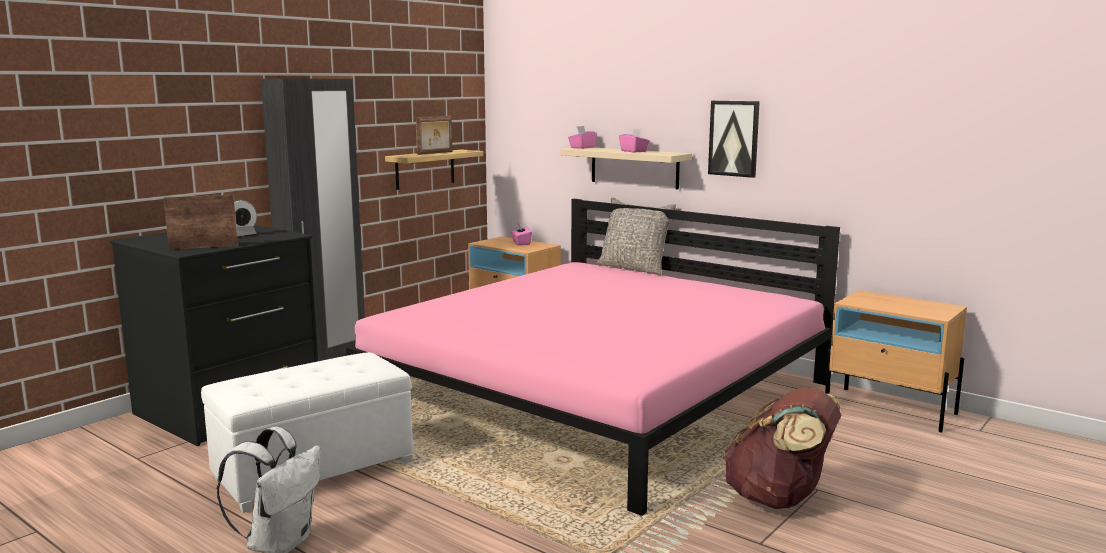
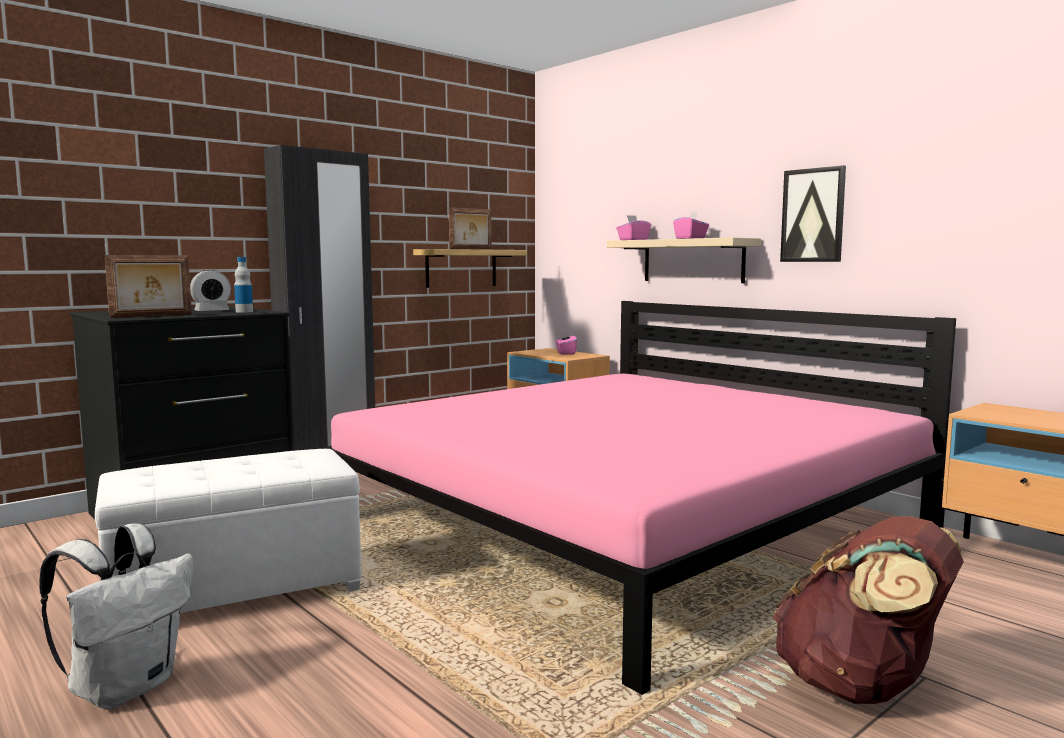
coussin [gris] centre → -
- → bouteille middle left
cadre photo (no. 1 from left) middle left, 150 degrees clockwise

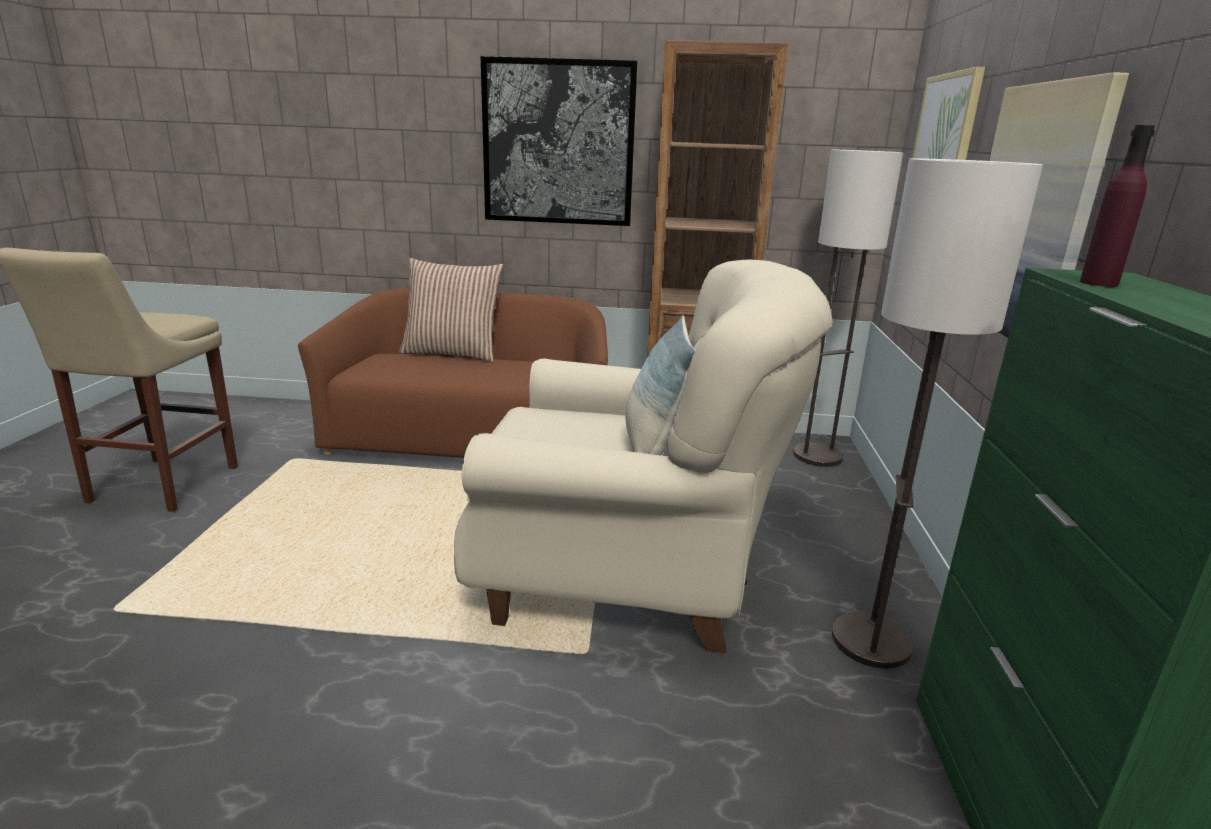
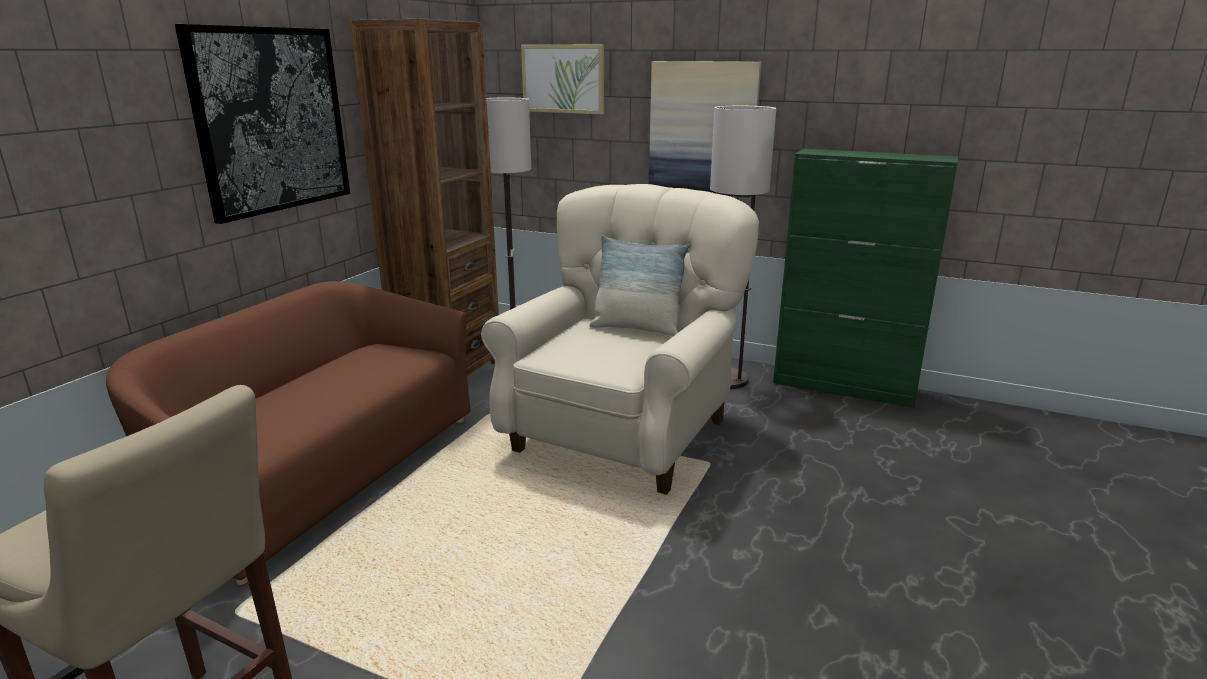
coussin (no. 1 from left) centre → -
bouteille [violet] top right → -

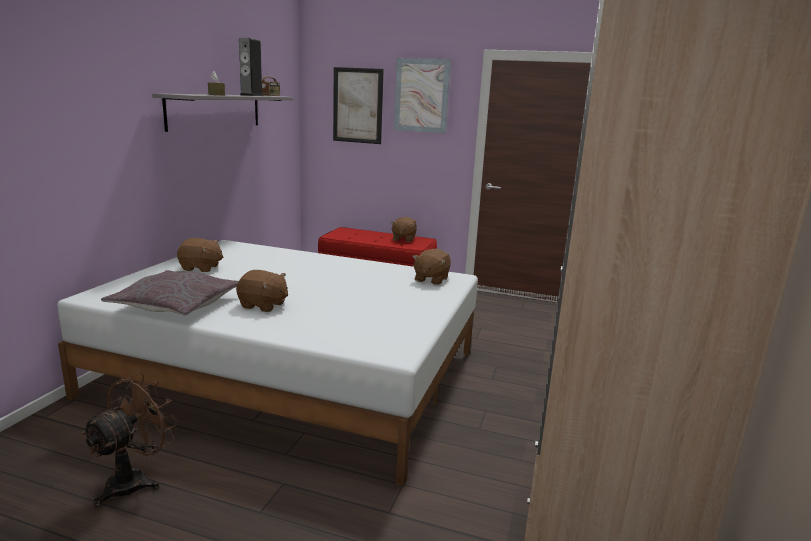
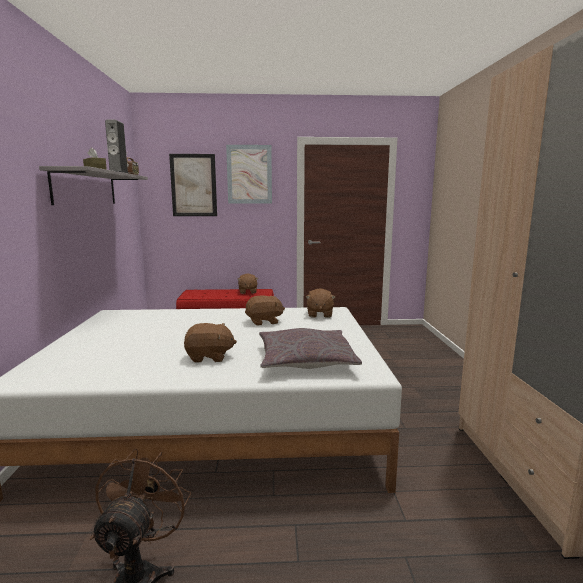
coussin [gris] middle left → coussin [gris] centre, relocated
peluche [marron] (no. 1 from left in the first image) middle left → peluche [marron] (no. 3 from left) centre, relocated

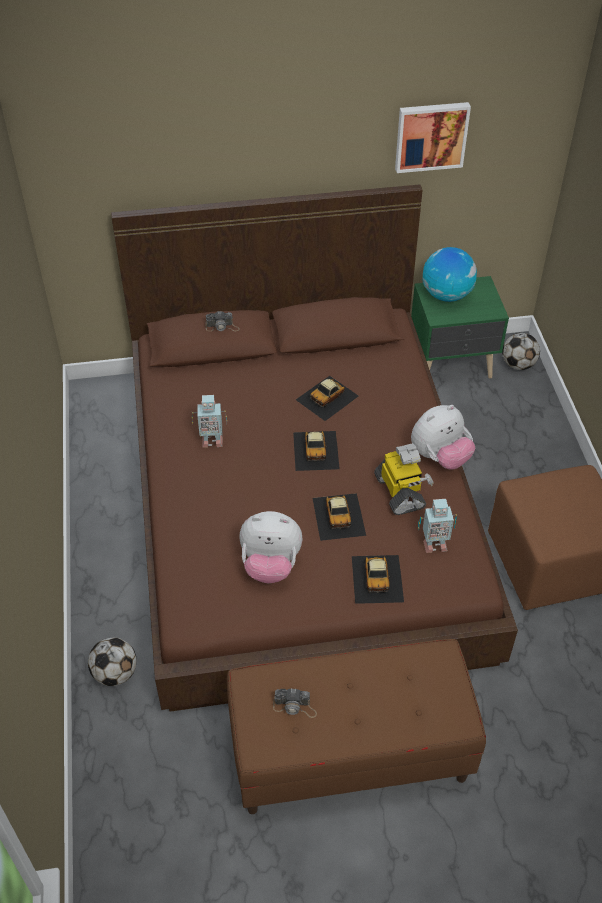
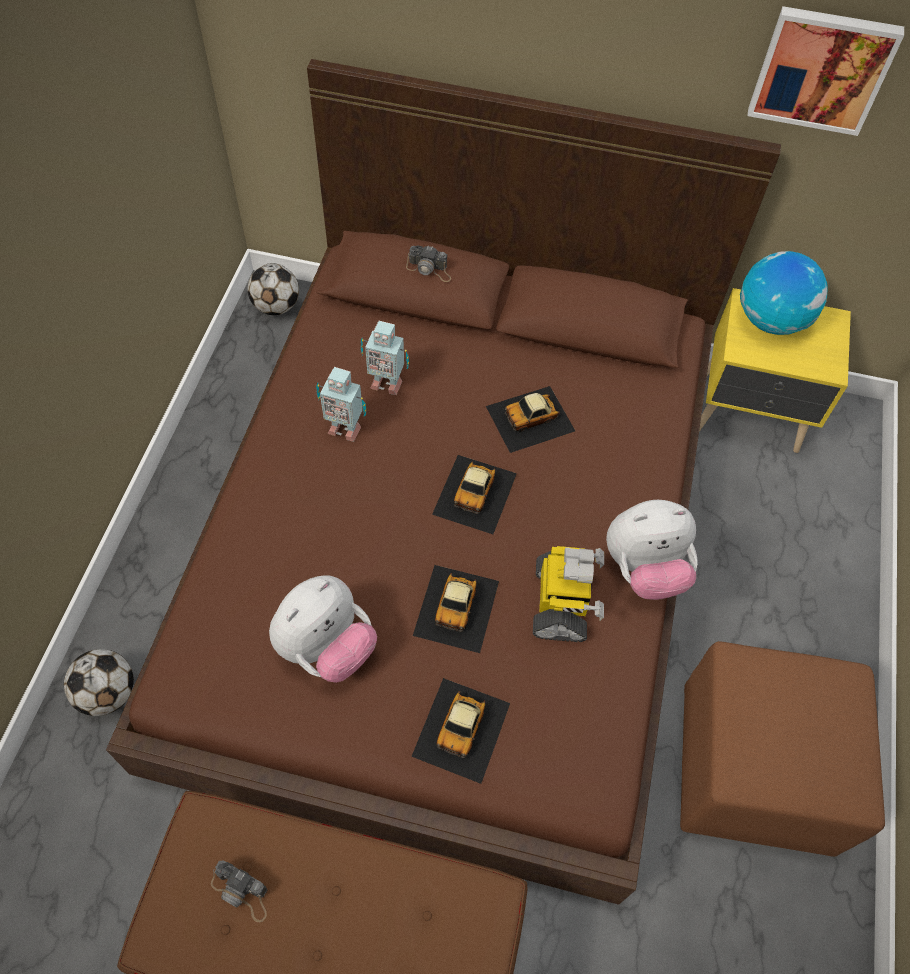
robot jouet (no. 3 from left in the first image) middle right → robot jouet (no. 2 from left) centre, relocated
ballon de foot (no. 2 from left) middle right → ballon de foot (no. 2 from left) top left, relocated
table de chevet [vert] middle right → table de chevet [jaune] middle right
peluche (no. 1 from left) centre, 75 degrees counterclockwise

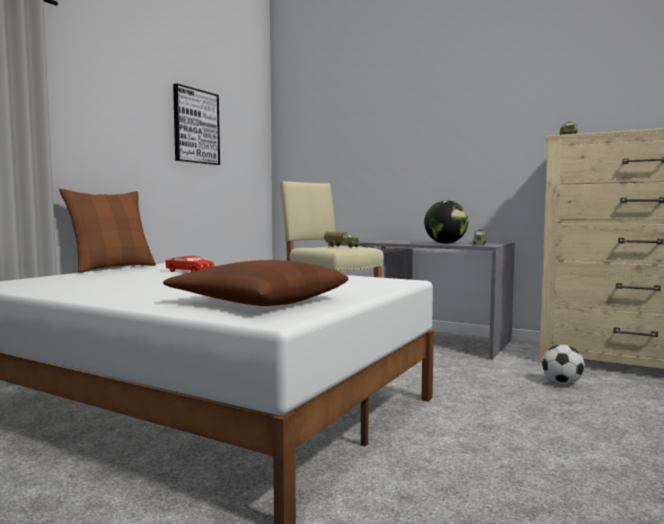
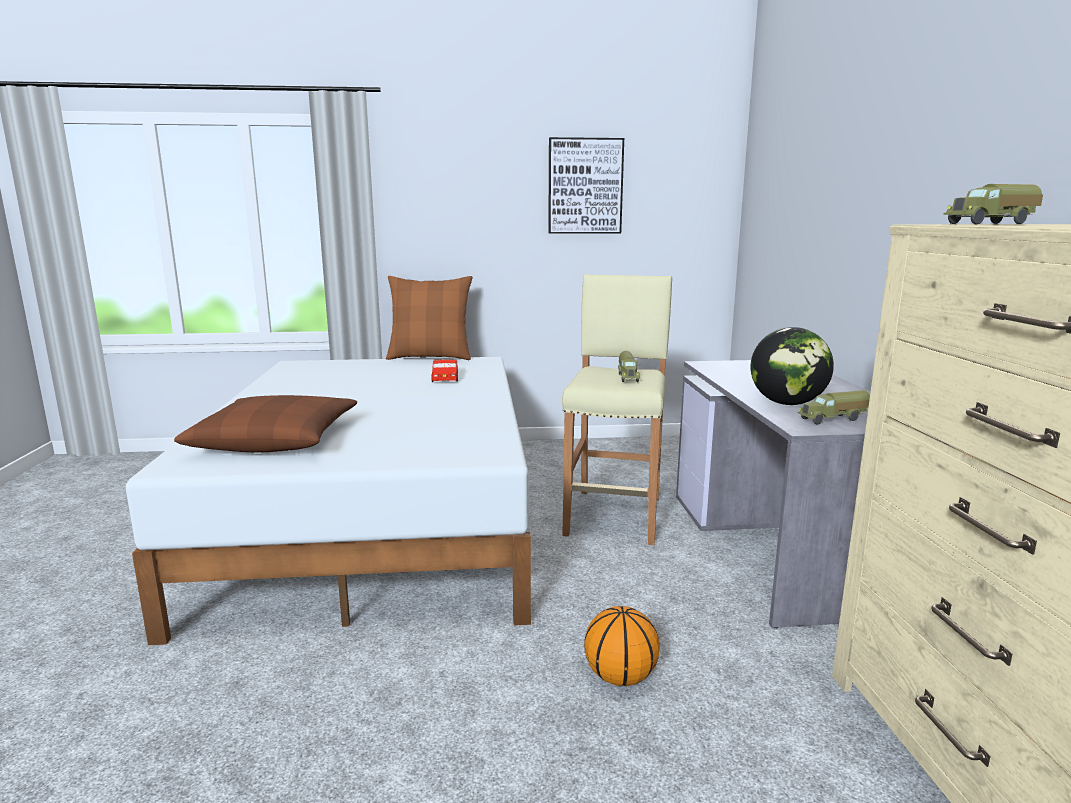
ballon de foot bottom right → -
- → ballon de basket bottom centre

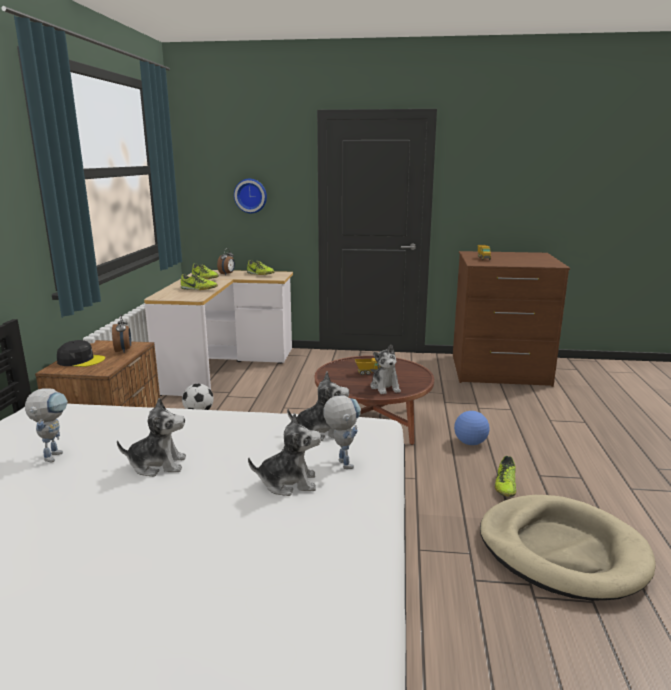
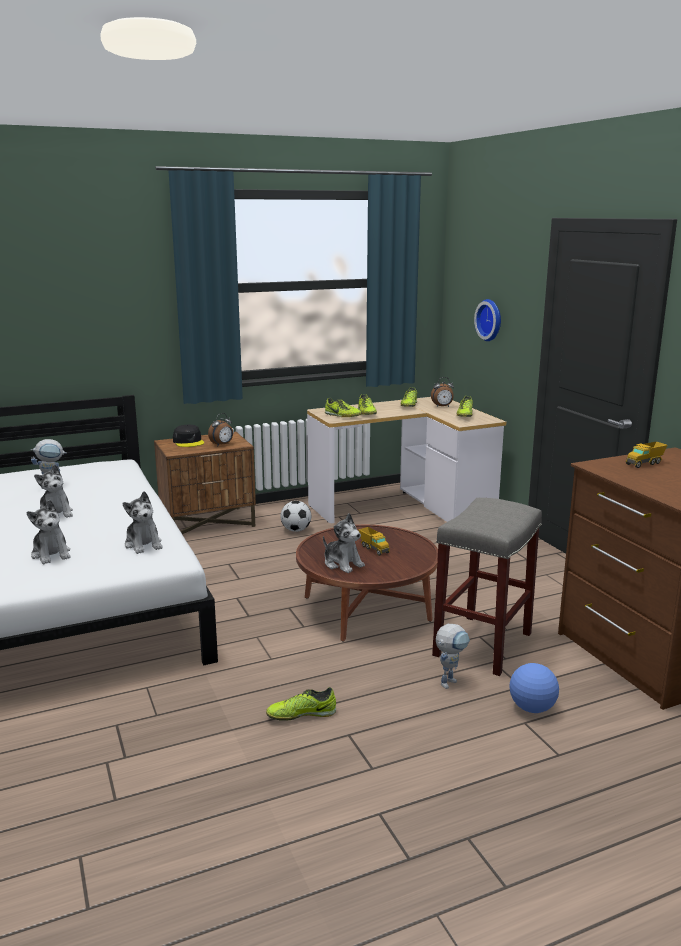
panier pour chien [beige] bottom right → -
- → chaussure (no. 2 from left) centre
- → tabouret [gris] middle right
robot jouet (no. 2 from left) centre → robot jouet (no. 2 from left) bottom centre, relocated
ballon de foot (no. 2 from left) middle right → ballon de foot (no. 2 from left) bottom right, relocated
peluche (no. 4 from left) centre, 90 degrees counterclockwise

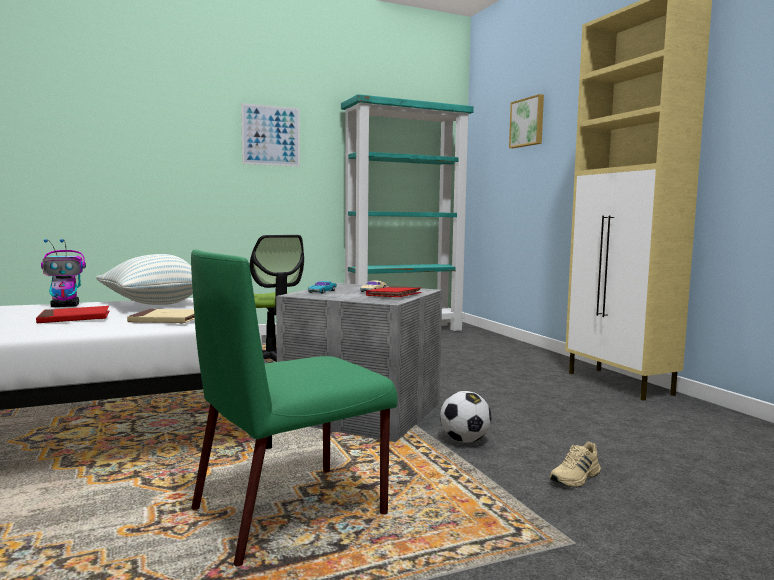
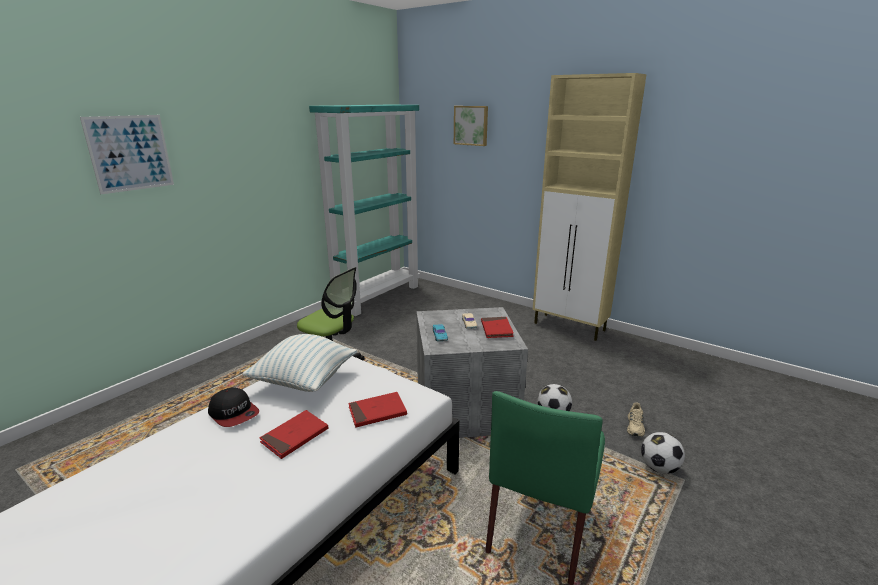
- → ballon de foot (no. 2 from left) bottom right
tableau (no. 1 from left) top centre → tableau (no. 1 from left) top left, relocated
robot jouet middle left → casquette bottom left
livre [beige] middle left → livre [rouge] (no. 2 from left) bottom centre

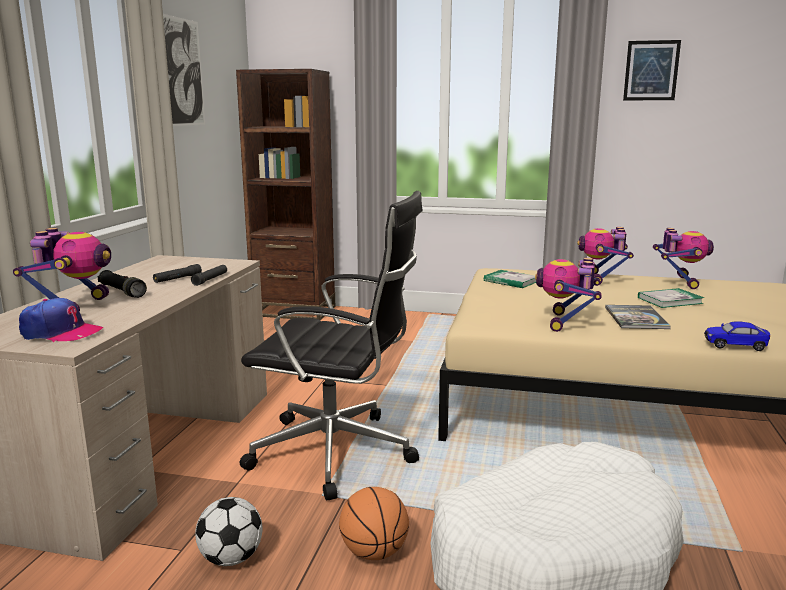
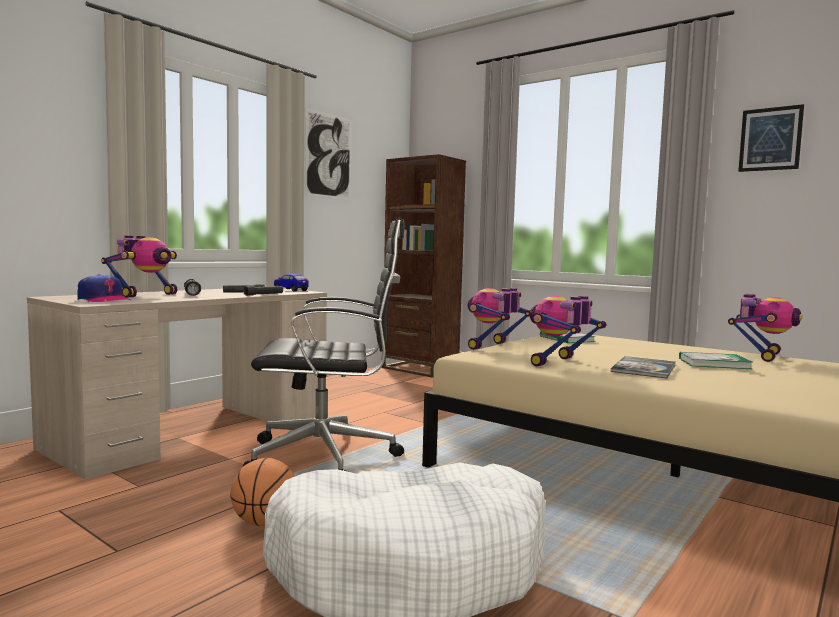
ballon de foot bottom left → -
robot jouet (no. 3 from left in the first image) middle right → robot jouet (no. 2 from left) centre, relocated
petite voiture middle right → petite voiture centre, relocated
chaise de bureau [noir] centre, 45 degrees counterclockwise

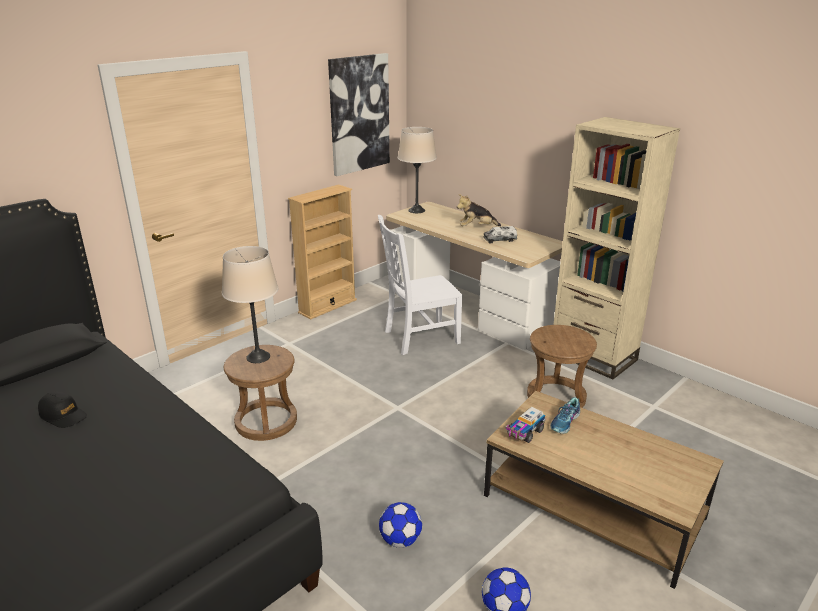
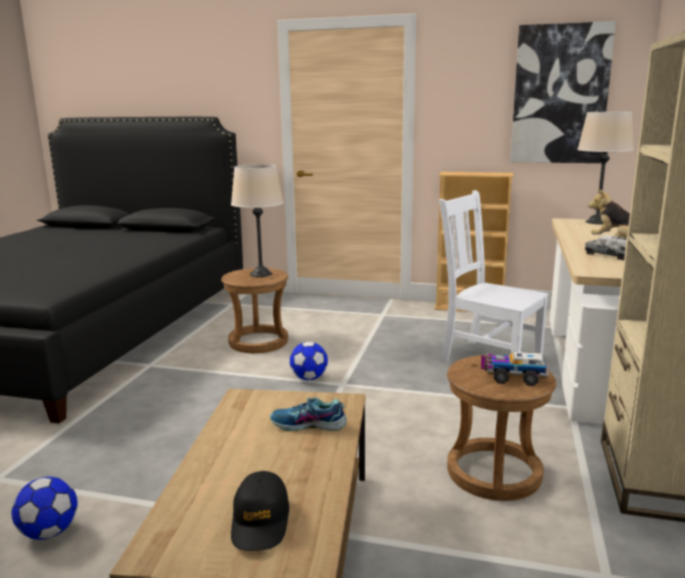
casquette [noir] bottom left → casquette [noir] bottom centre, relocated
ballon de foot (no. 1 from left in the first image) bottom centre → ballon de foot (no. 2 from left) centre, relocated
camion jouet (no. 2 from left in the first image) bottom centre → camion jouet (no. 1 from left) middle right, relocated

